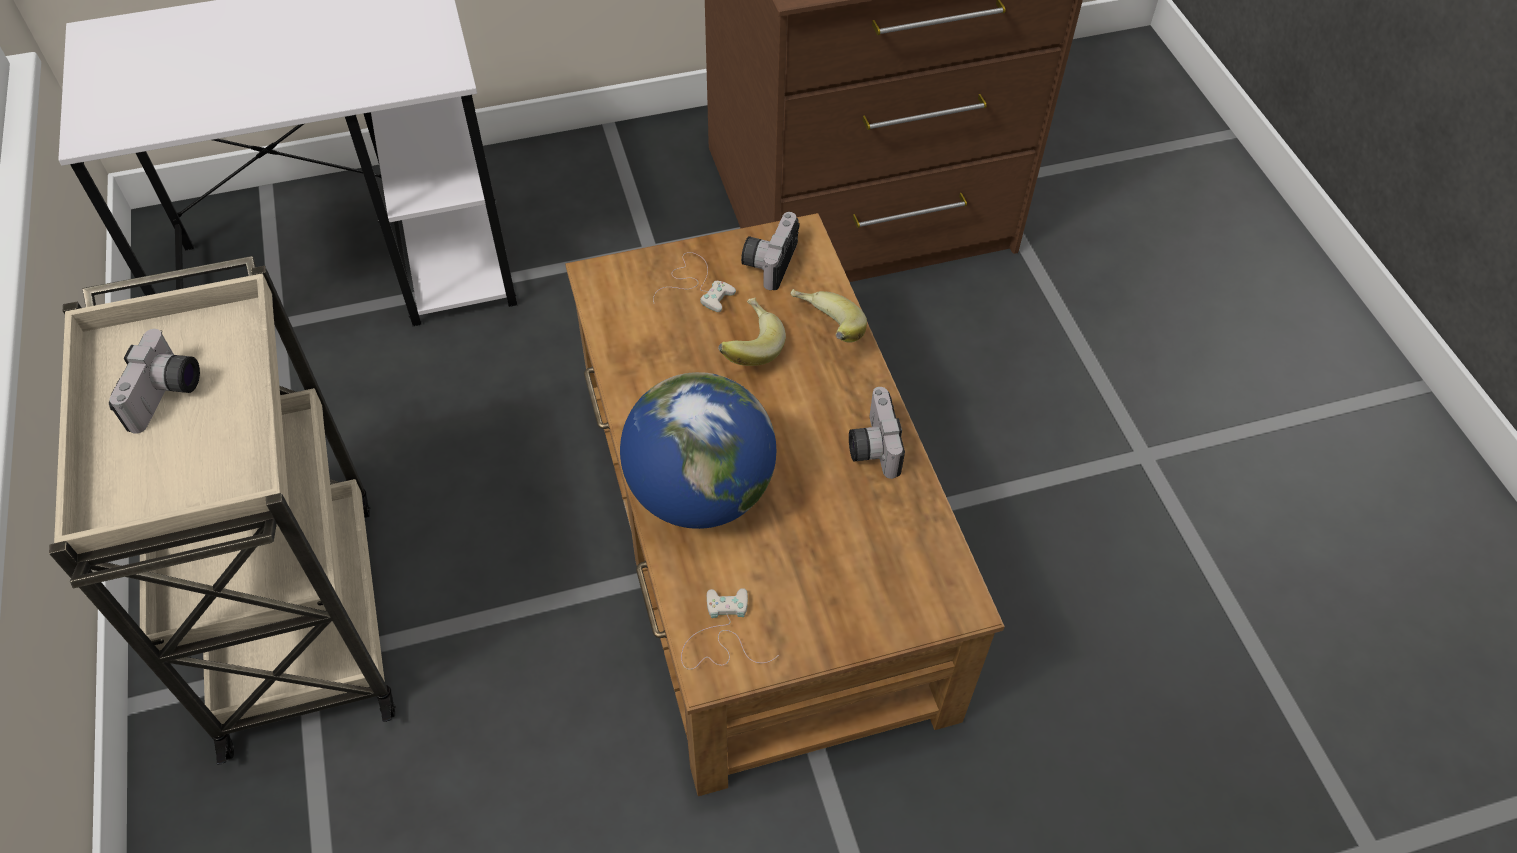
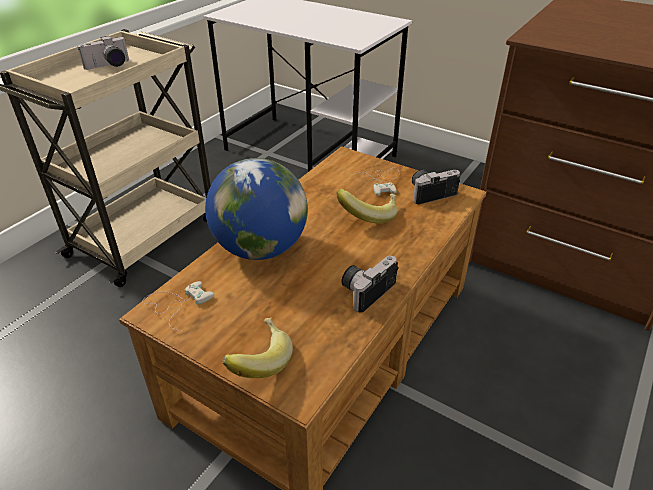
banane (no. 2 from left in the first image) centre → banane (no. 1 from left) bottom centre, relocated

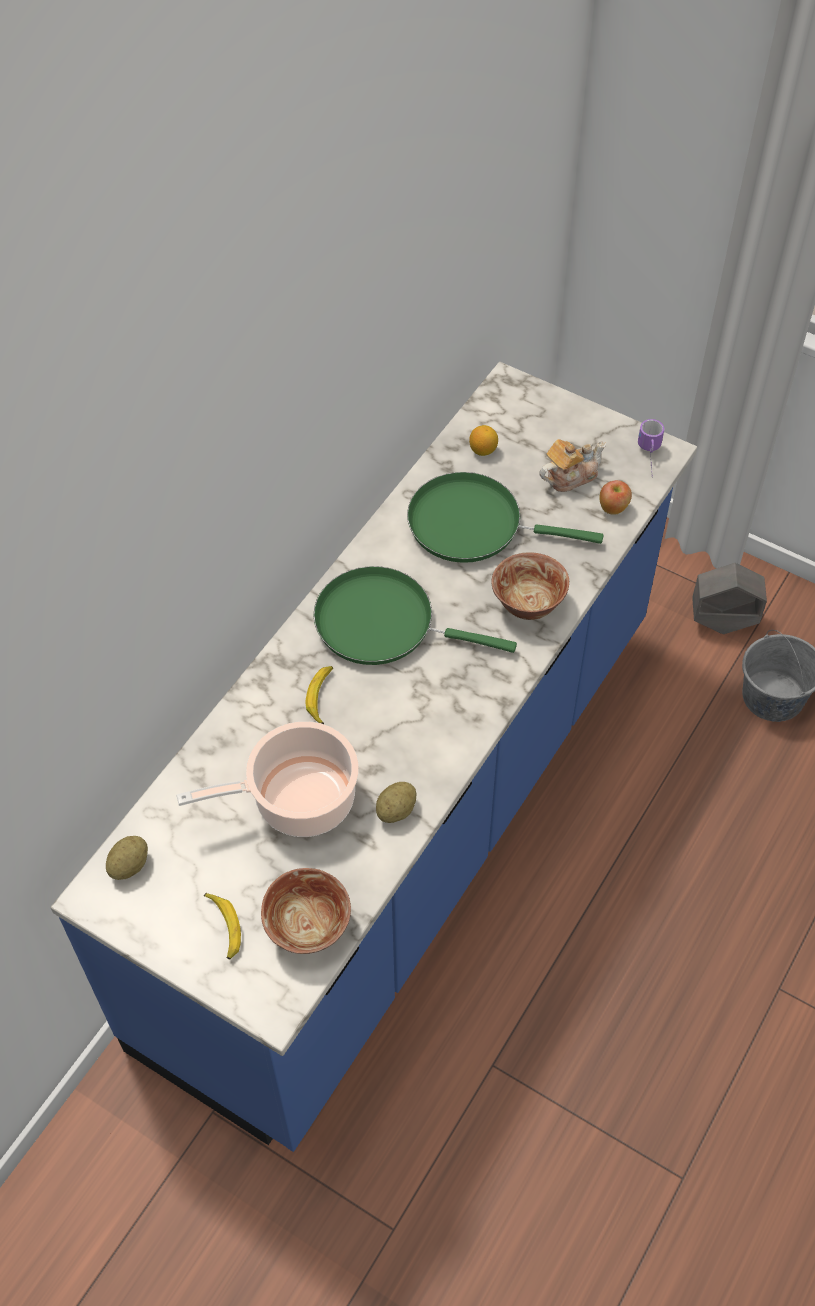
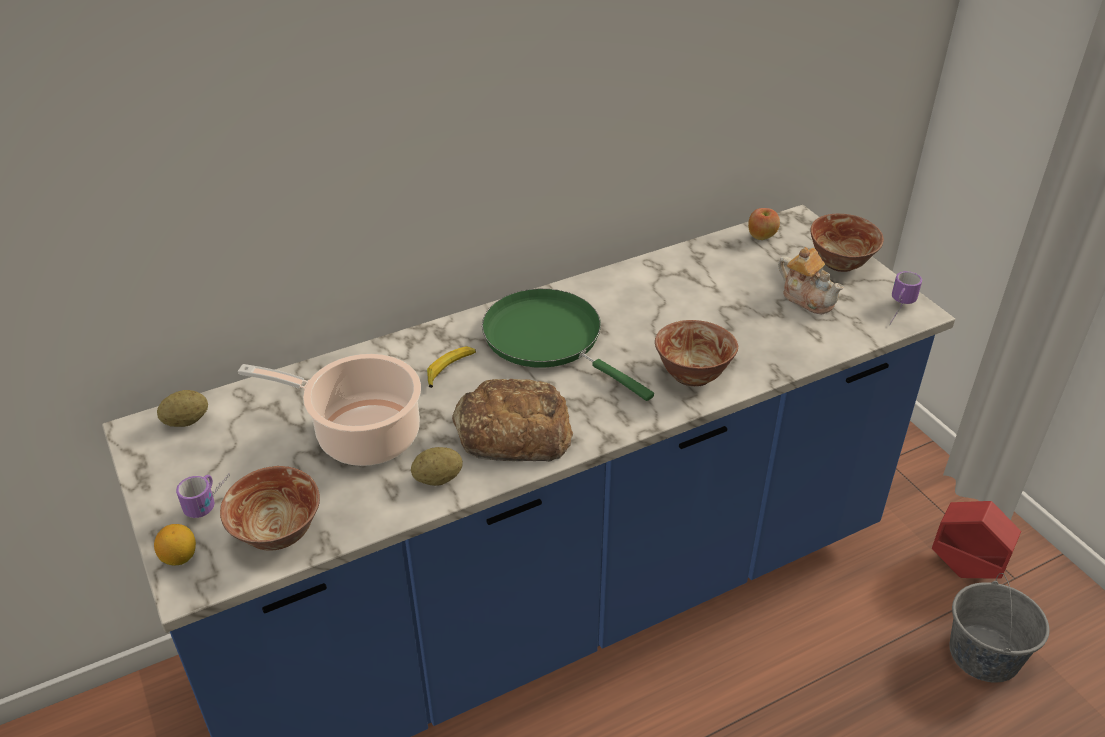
poêle [vert] (no. 2 from left) centre → -
- → pain centre
- → bol (no. 3 from left) top right
citron centre → citron bottom left, relocated
pomme middle right → pomme top right, relocated
banane (no. 1 from left) bottom left → mug (no. 1 from left) bottom left
cache-pot [gris] middle right → cache-pot [rouge] bottom right
théière middle right, 45 degrees clockwise

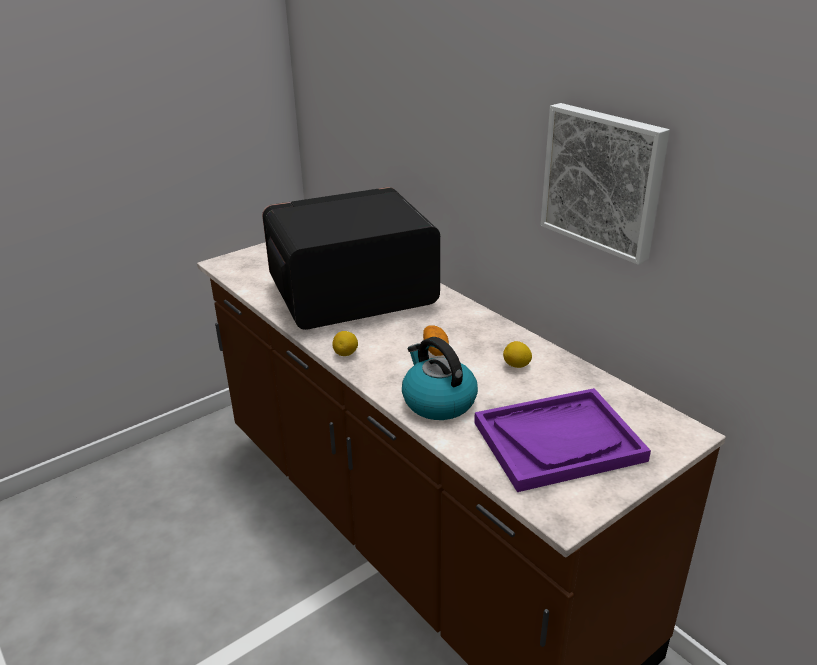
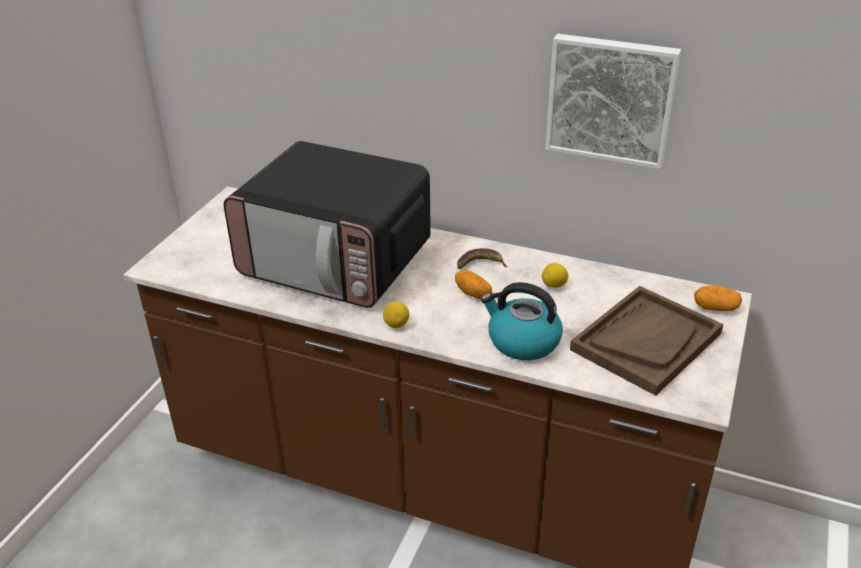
- → banane centre
- → pomme de terre (no. 2 from left) middle right
plateau [violet] middle right → plateau [marron] middle right
micro-ondes centre, 105 degrees counterclockwise

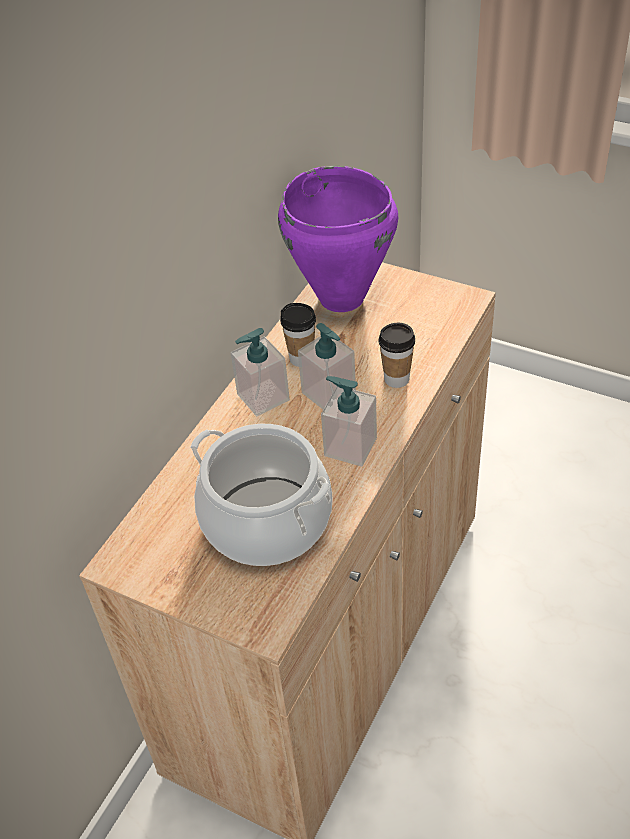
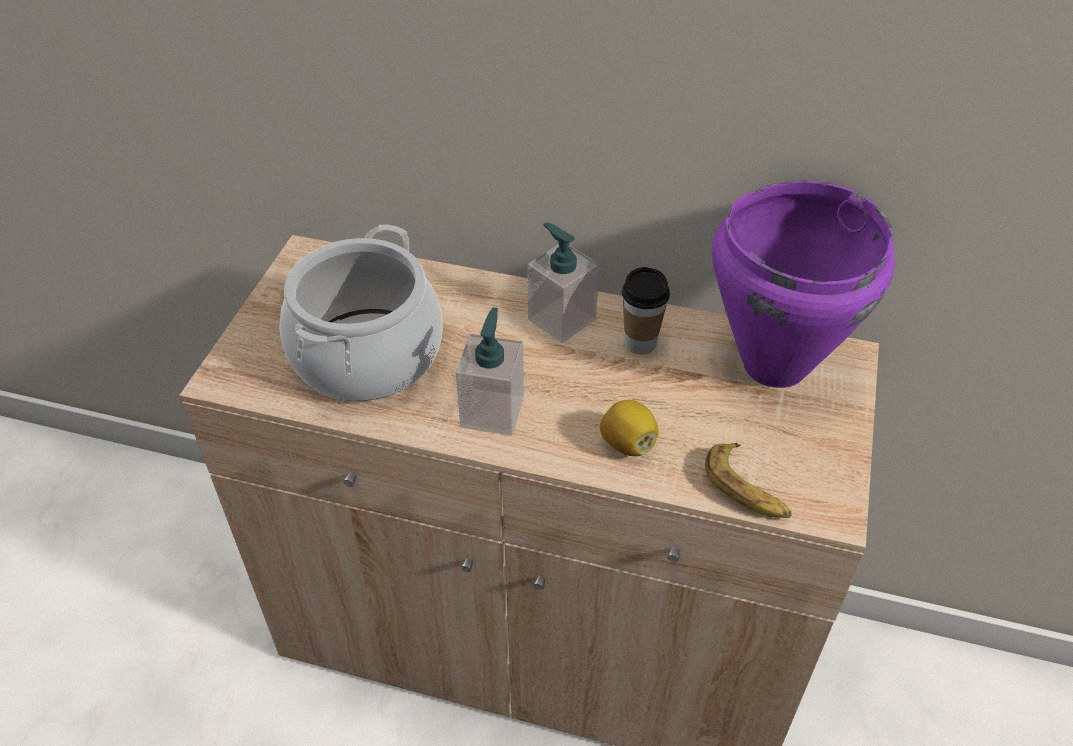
distributeur de savon (no. 2 from left) centre → -
- → banane middle right
tasse (no. 2 from left) centre → citron centre

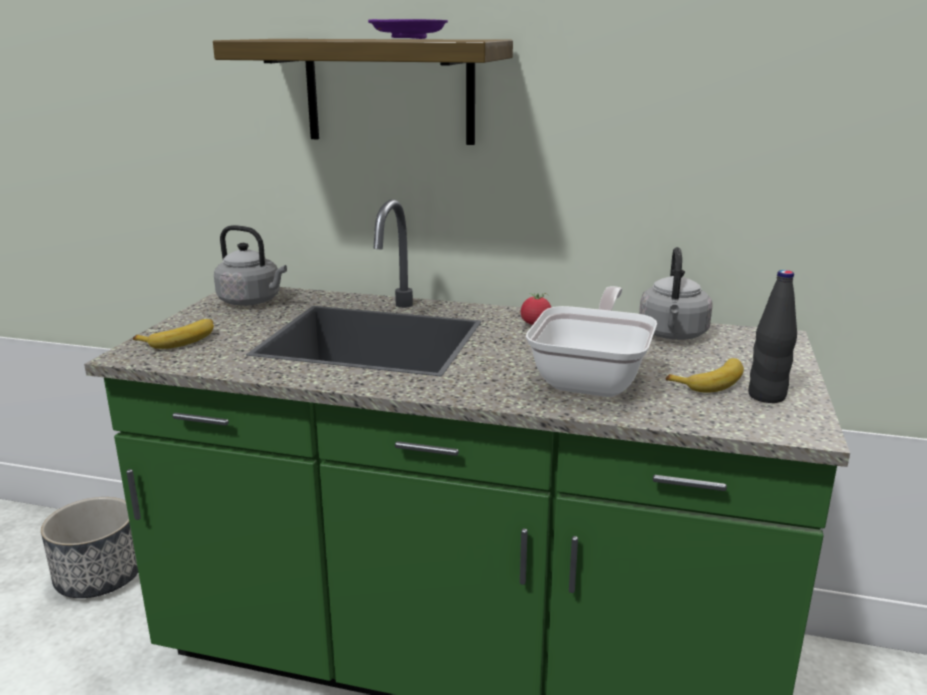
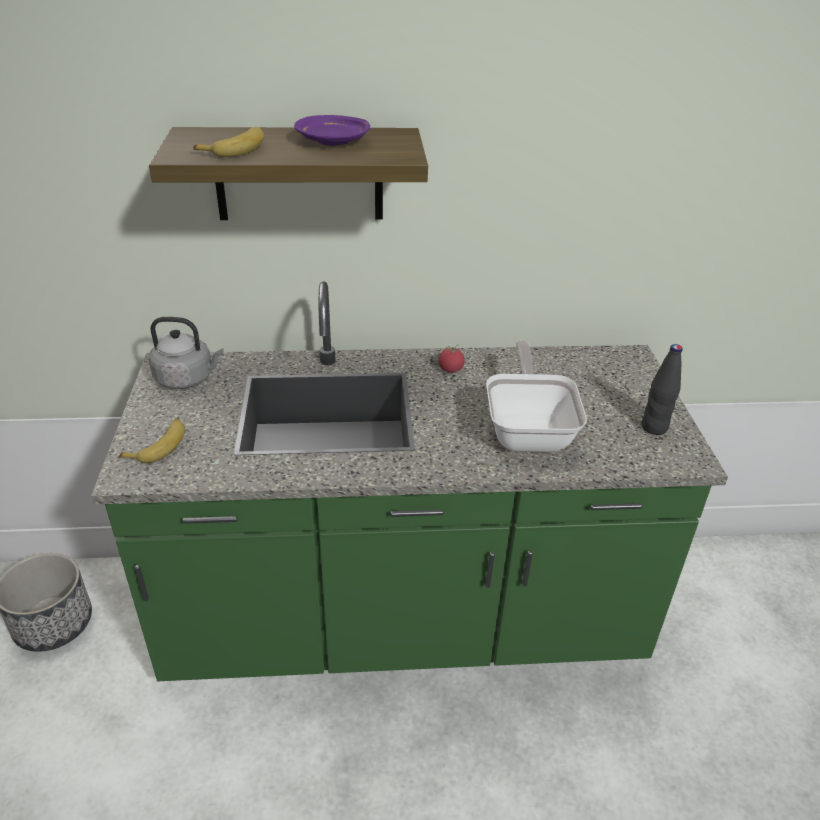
bouilloire [gris] (no. 2 from left) middle right → -
banane (no. 2 from left) middle right → banane (no. 2 from left) top left, relocated

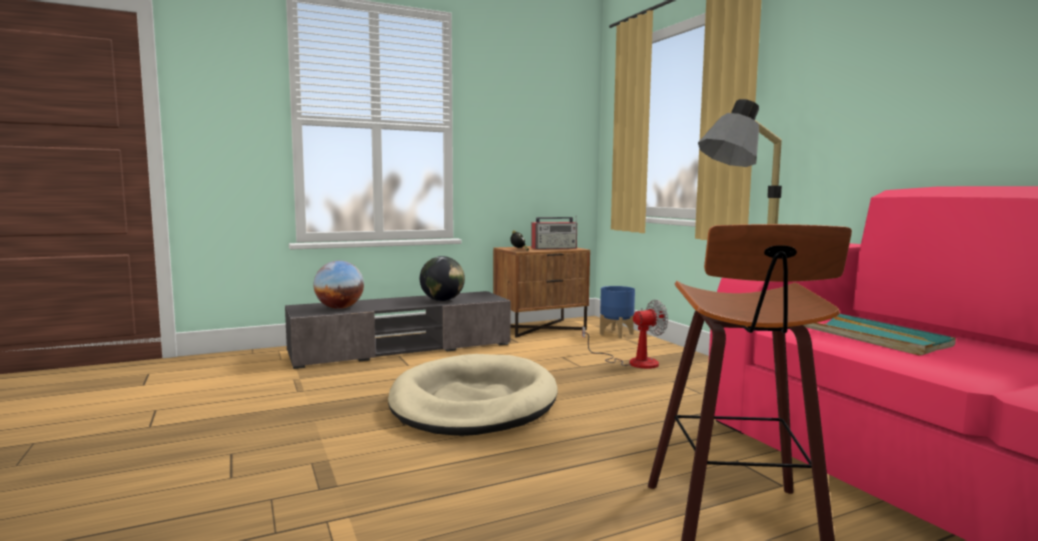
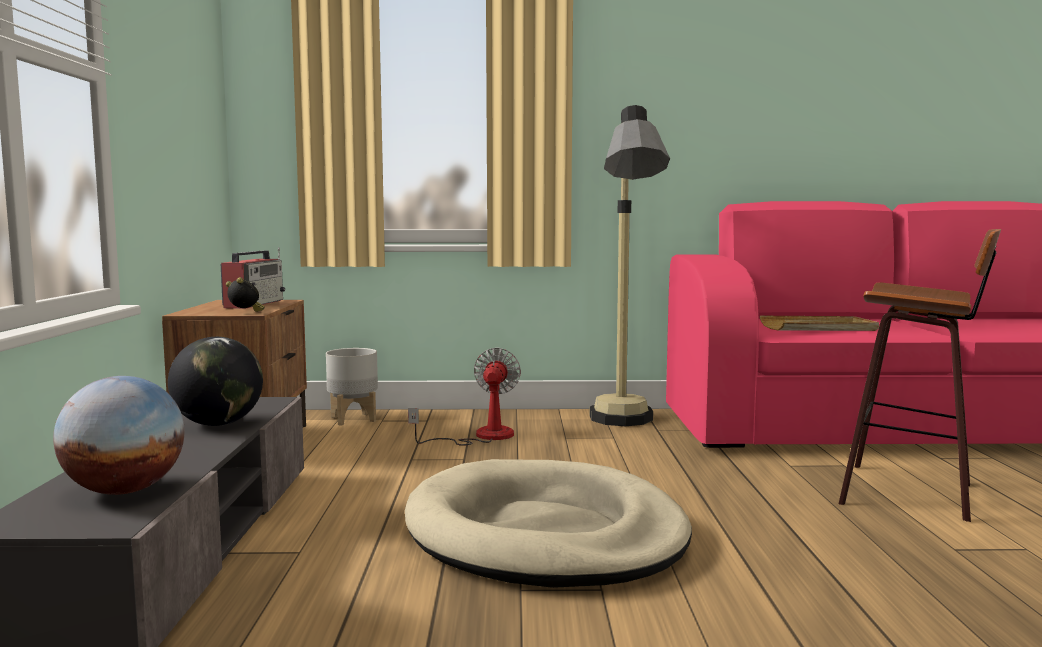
cache-pot [bleu] centre → cache-pot [gris] centre
plateau [turquoise] middle right → plateau [beige] middle right

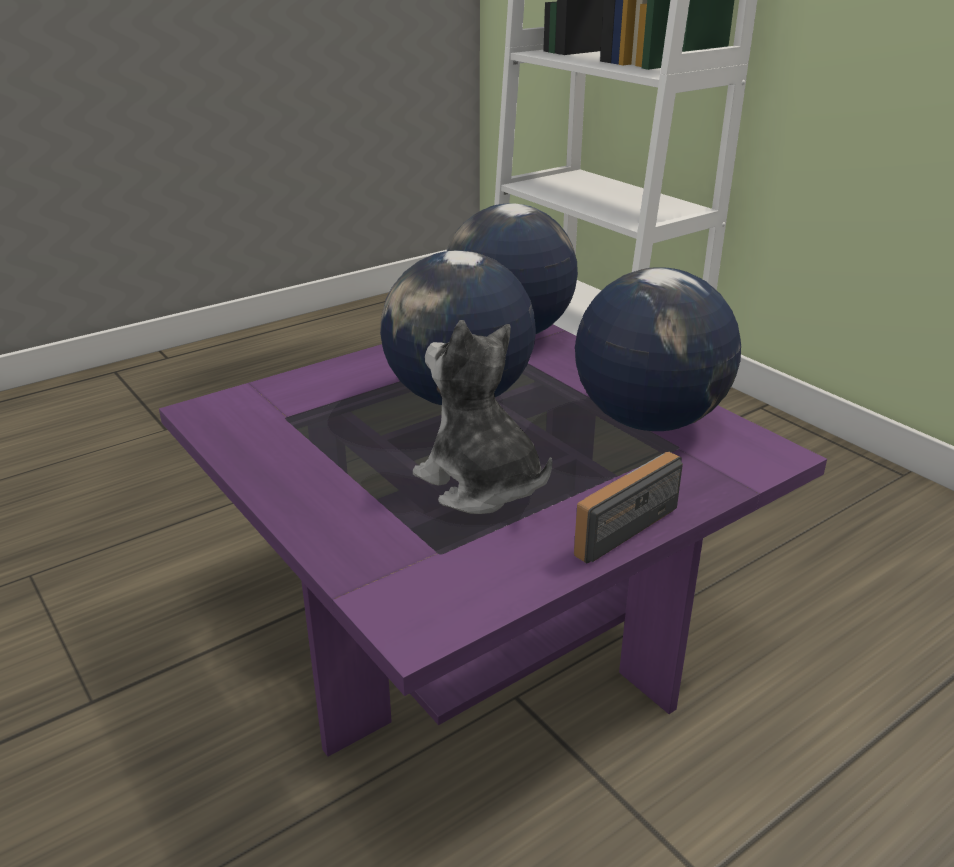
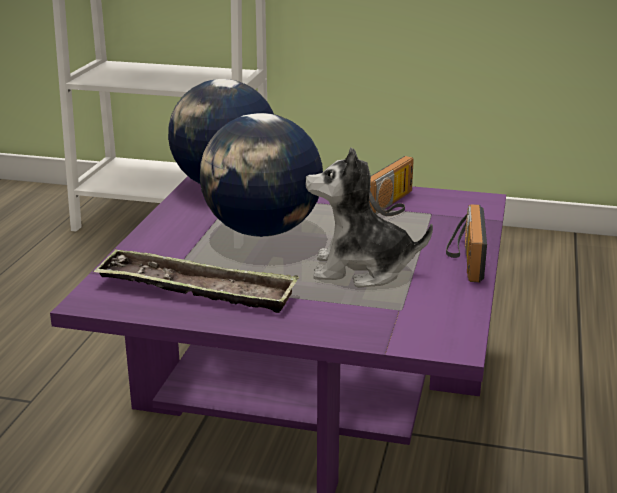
- → plateau middle left
globe (no. 3 from left) middle right → radio (no. 1 from left) centre

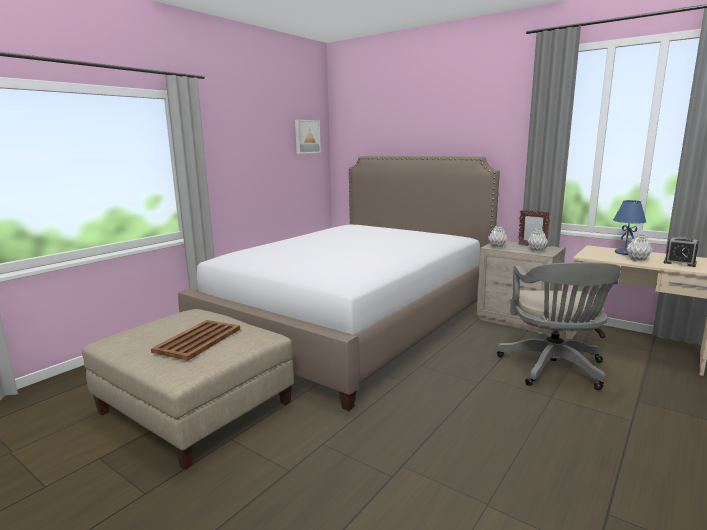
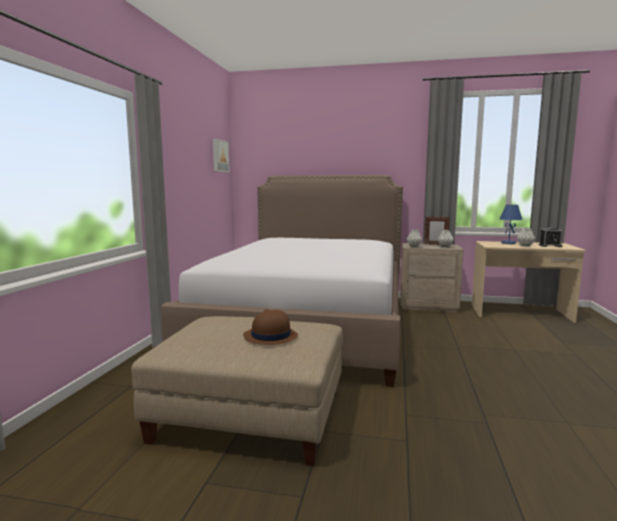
chaise de bureau [gris] middle right → -
plateau [marron] middle left → chapeau [marron] centre

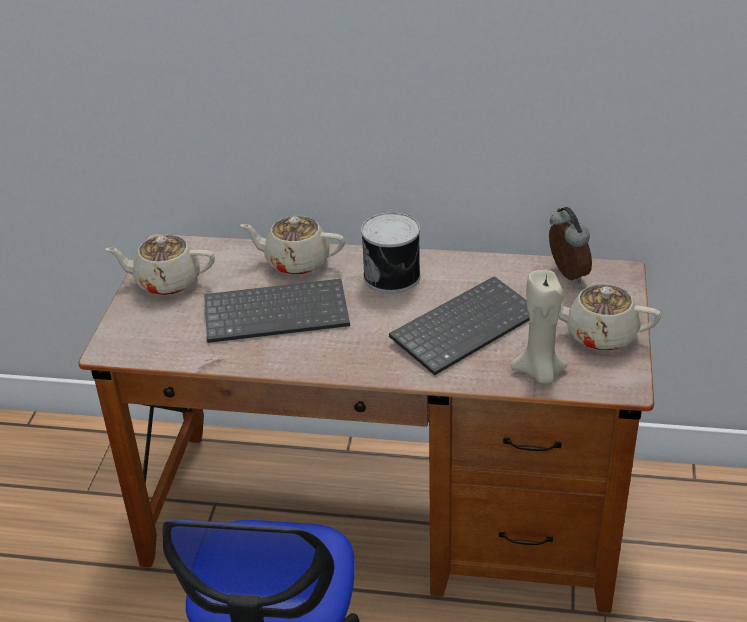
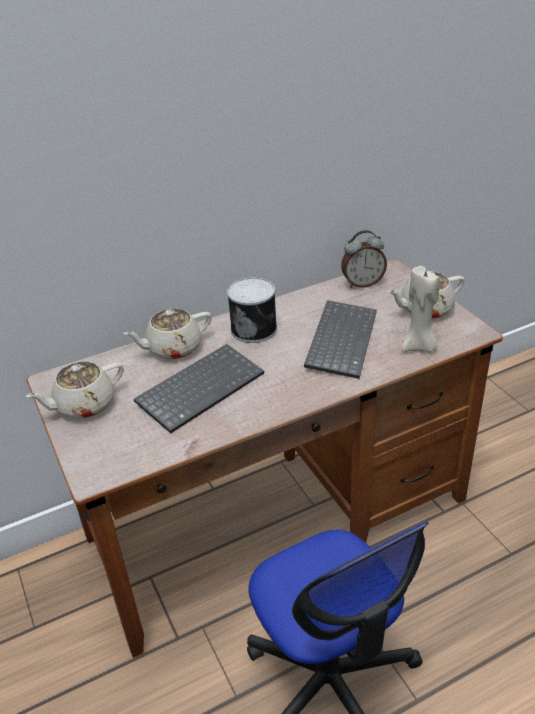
réveil middle right, 135 degrees clockwise

